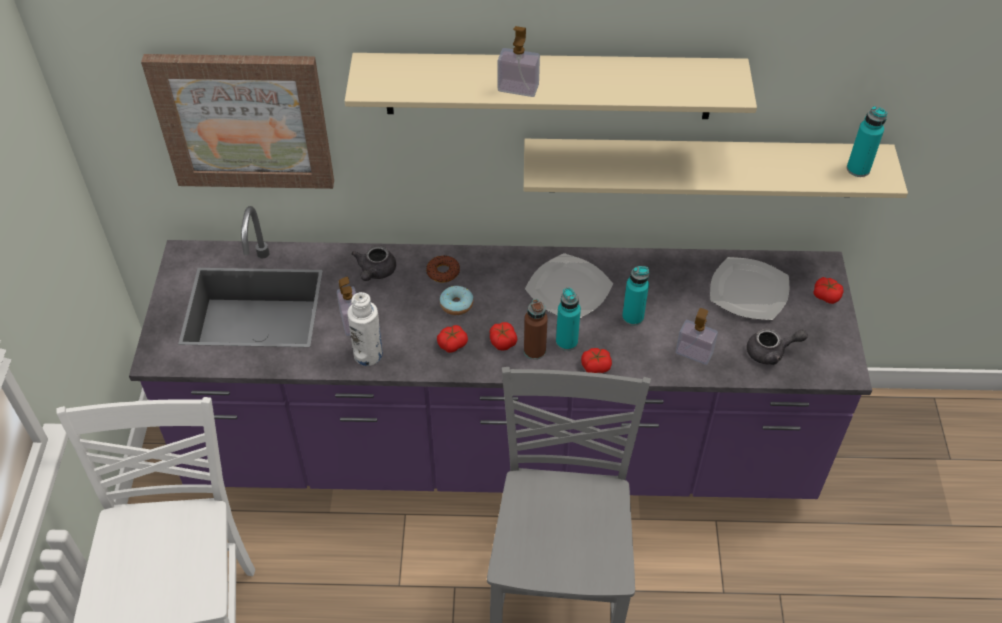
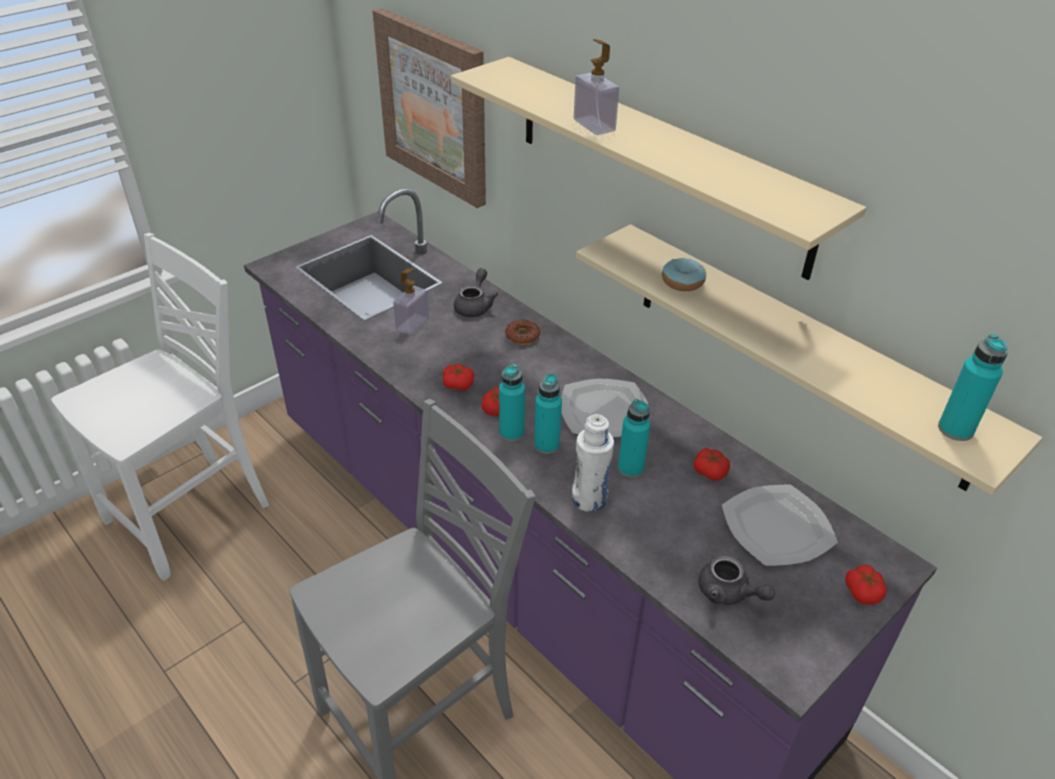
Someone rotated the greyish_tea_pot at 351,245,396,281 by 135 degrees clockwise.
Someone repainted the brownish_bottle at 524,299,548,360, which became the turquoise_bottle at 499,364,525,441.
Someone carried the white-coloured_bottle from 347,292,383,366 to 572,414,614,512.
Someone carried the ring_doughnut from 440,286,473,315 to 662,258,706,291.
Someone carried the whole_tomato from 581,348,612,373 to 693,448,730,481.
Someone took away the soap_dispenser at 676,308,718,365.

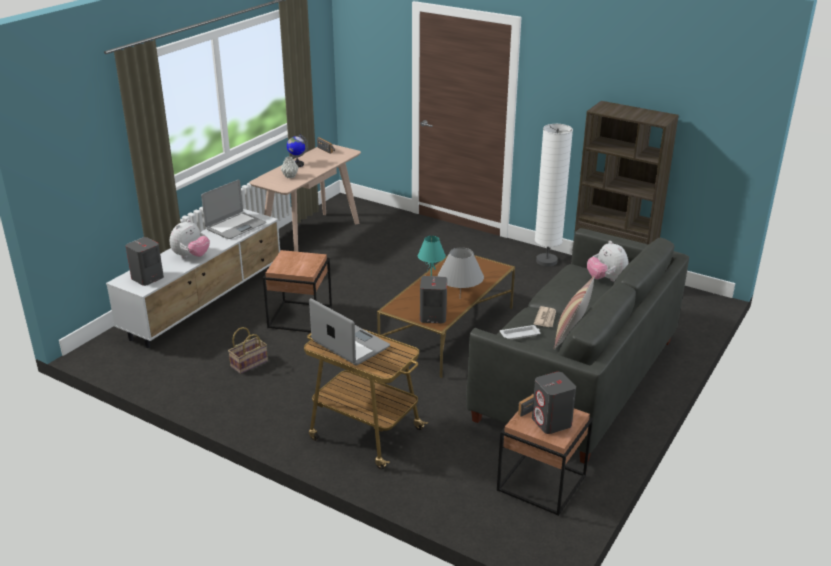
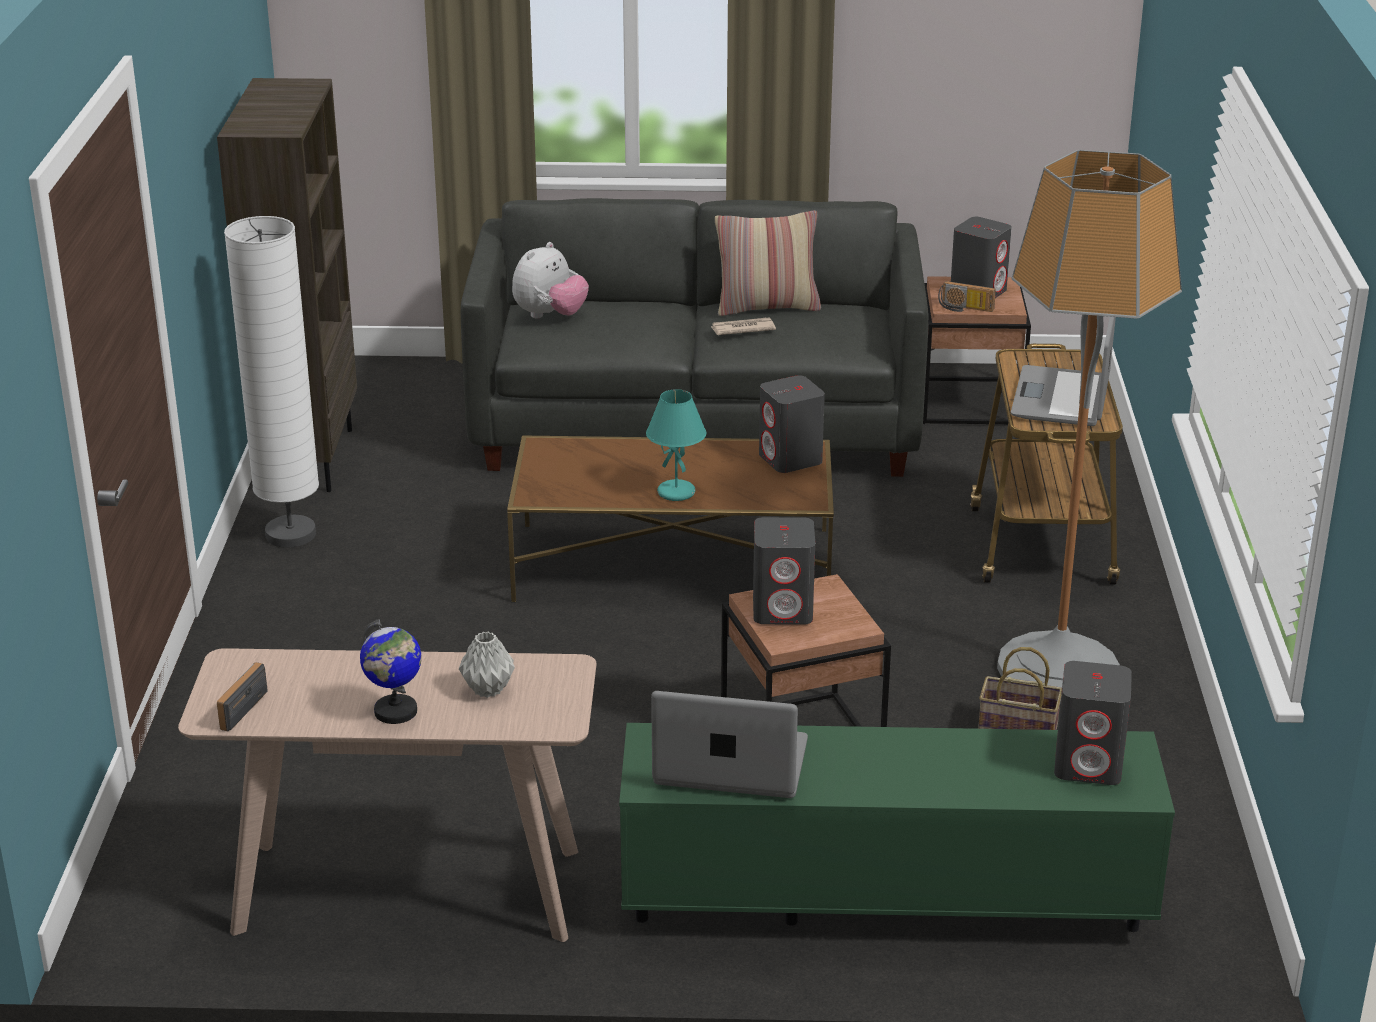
Someone repainted the white-coloured_tv_stand at 106,209,280,348, which became the green-coloured_tv_stand at 619,723,1175,932.
Someone put down the greyish_audio_speaker at 753,517,815,625.
Someone put down the standing_lamp at 997,150,1182,704.
Someone took away the cuddly_toy at 170,219,210,258.
Someone took away the greyish_lamp_for_a_table at 438,247,484,297.
Someone took away the white-coloured_carrying_tray at 500,325,540,340.

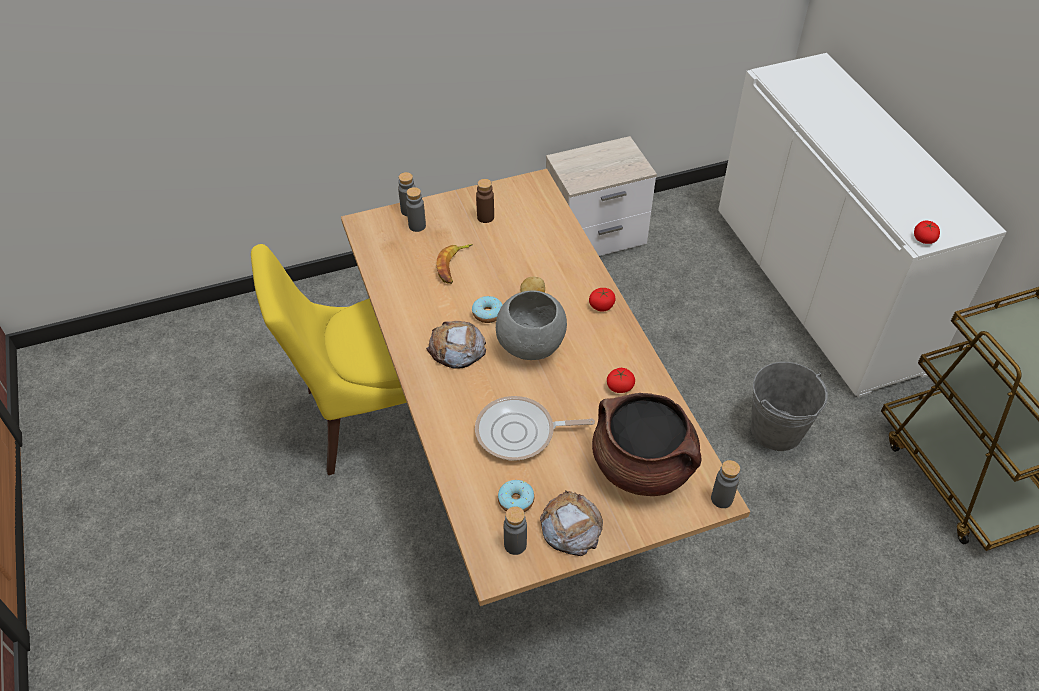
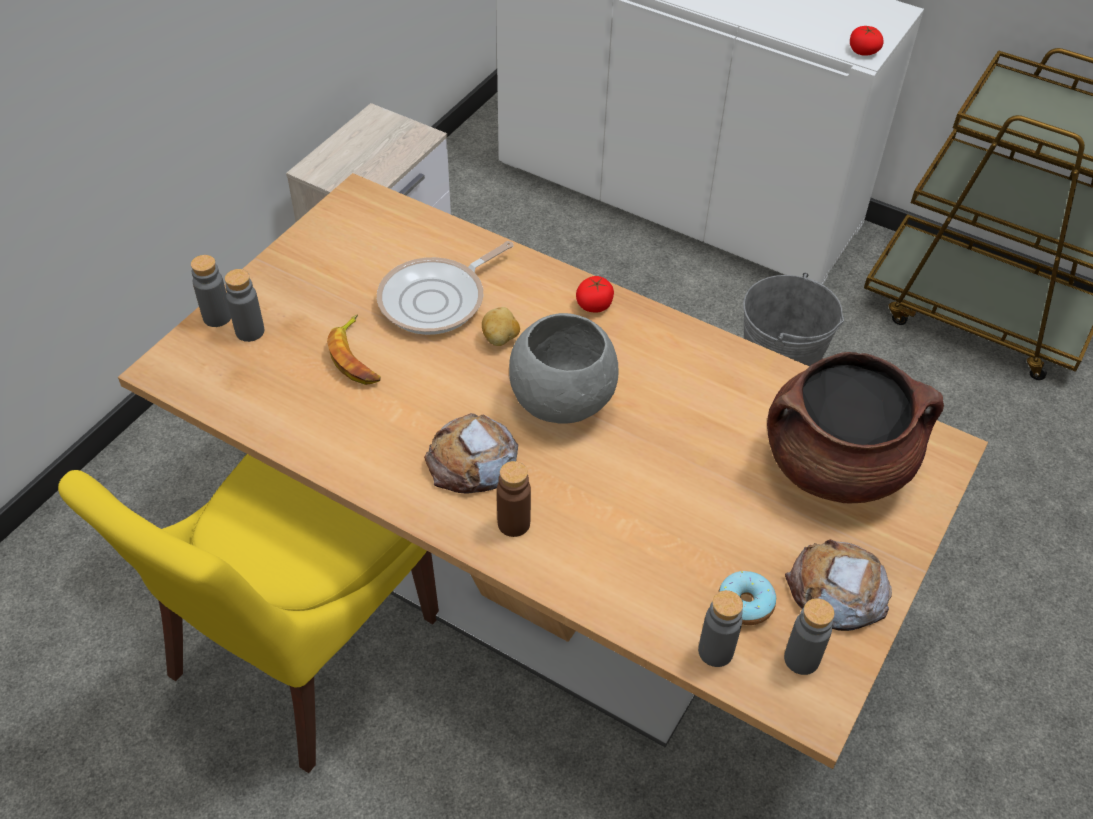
Someone carried the frying_pan from 475,396,595,461 to 377,241,513,335.
Someone carried the brownish_bottle from 476,179,494,223 to 497,461,531,537.
Someone carried the greyish_bottle from 711,460,740,508 to 698,590,743,667.
Someone took away the ring_doughnut at 472,296,503,323.
Someone took away the whole_tomato at 607,368,635,393.

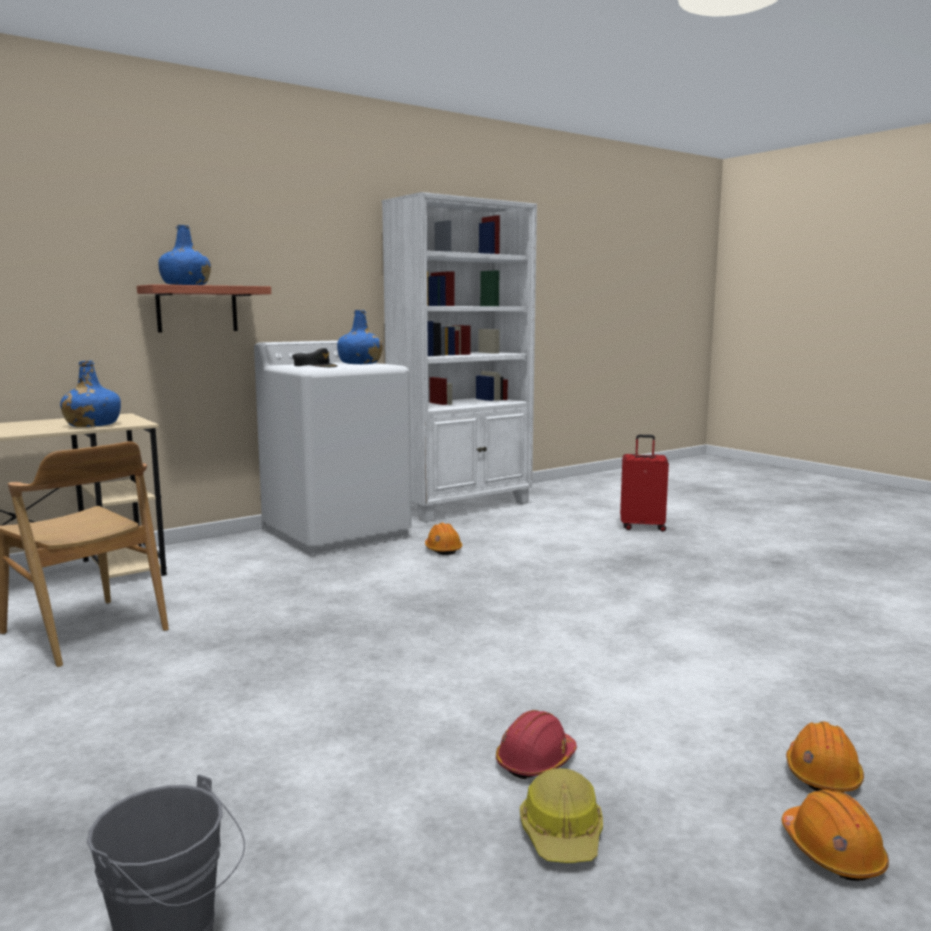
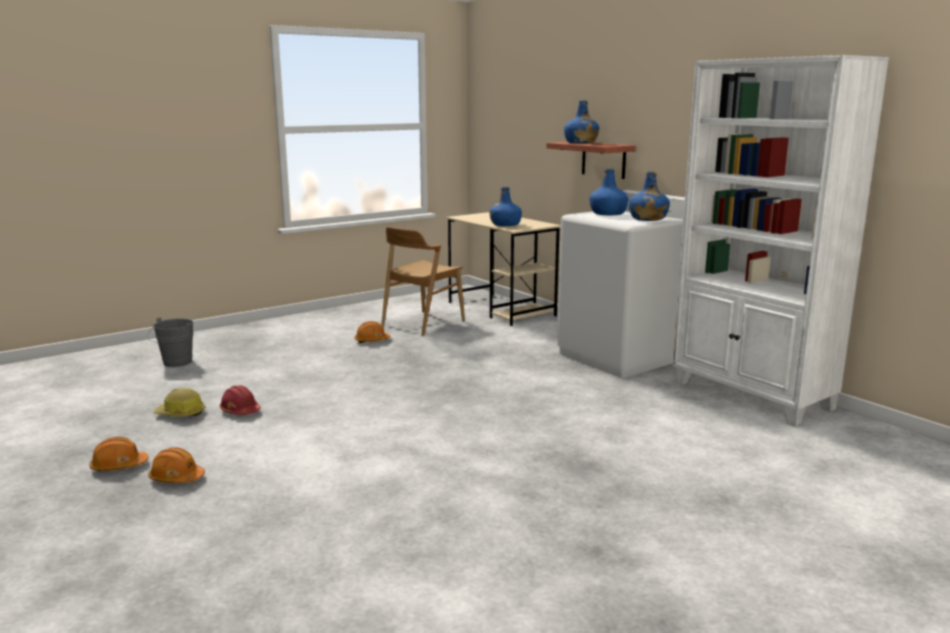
Someone carried the orangey_work_helmet from 425,523,462,555 to 355,321,391,343.
Someone swapped the black_peaked_cap at 292,348,338,367 for the bluish_bottle at 589,169,628,215.
Someone took away the reddish_suitcase at 620,435,669,532.

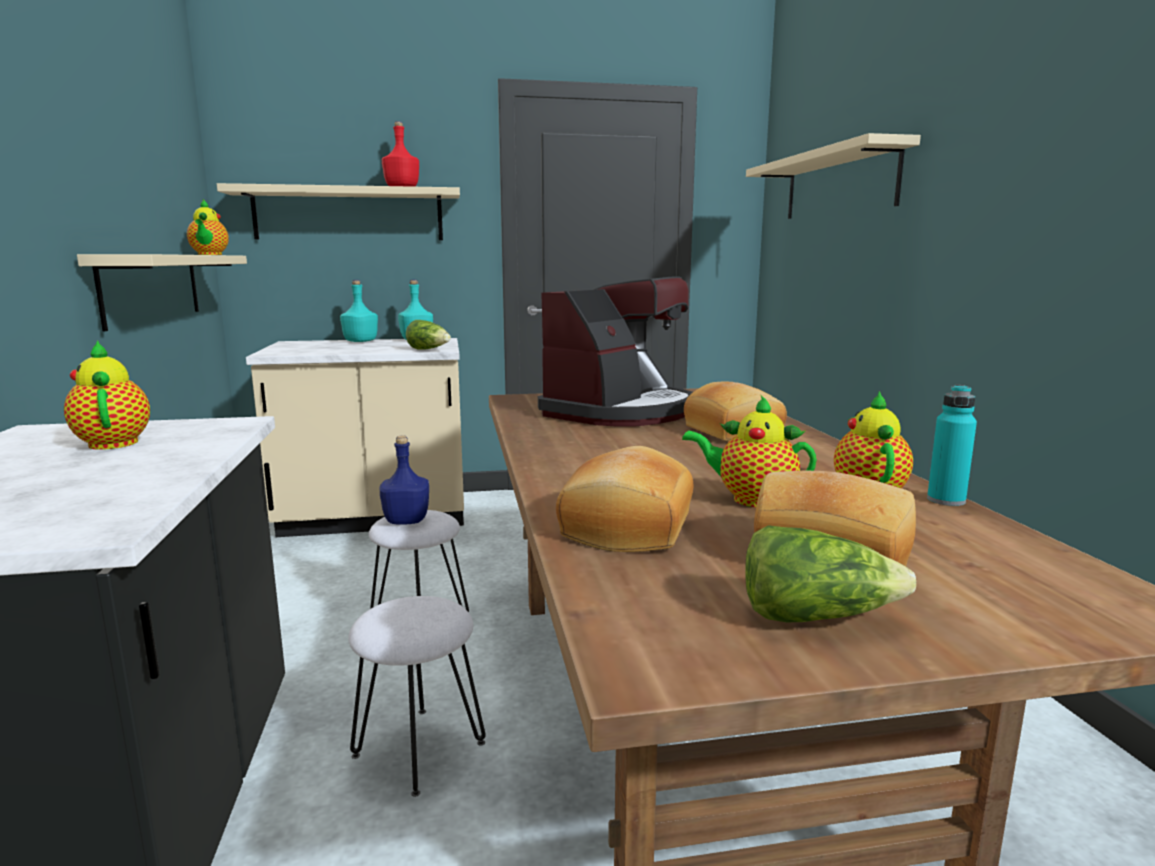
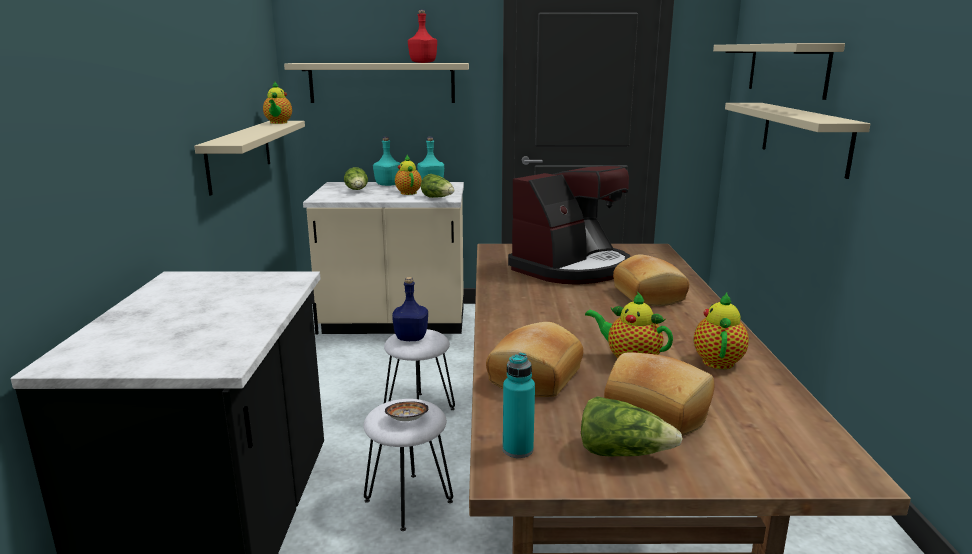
Someone put down the lettuce_head at 344,167,368,190.
Someone put down the deep_dish at 385,401,429,421.
Someone carried the tea_pot from 64,341,150,450 to 395,155,422,195.
Someone carried the turquoise_bottle from 927,385,977,506 to 503,353,535,458.
Someone put up the beige_shelf at 725,103,870,179.

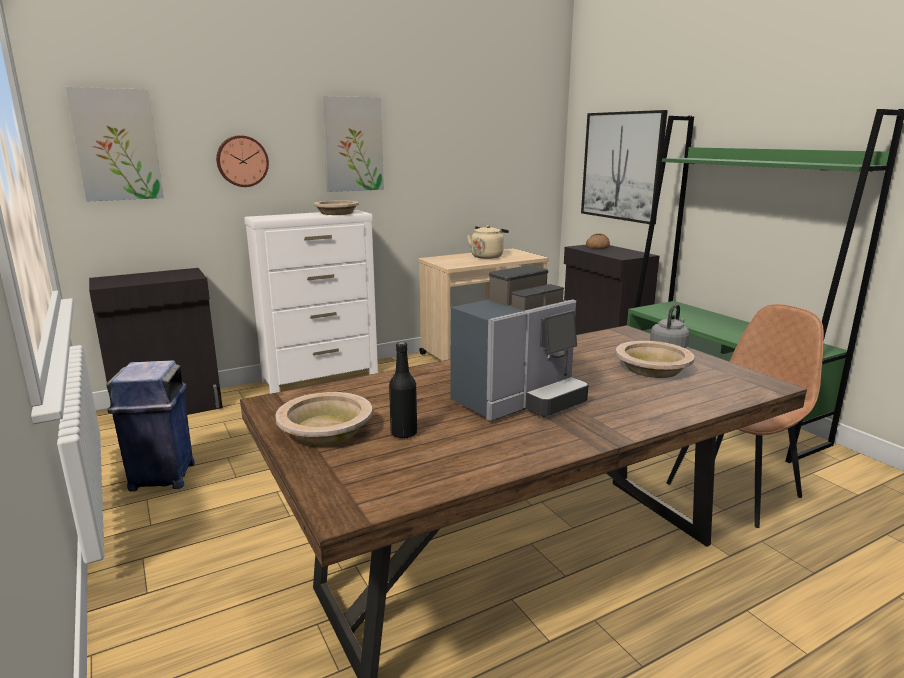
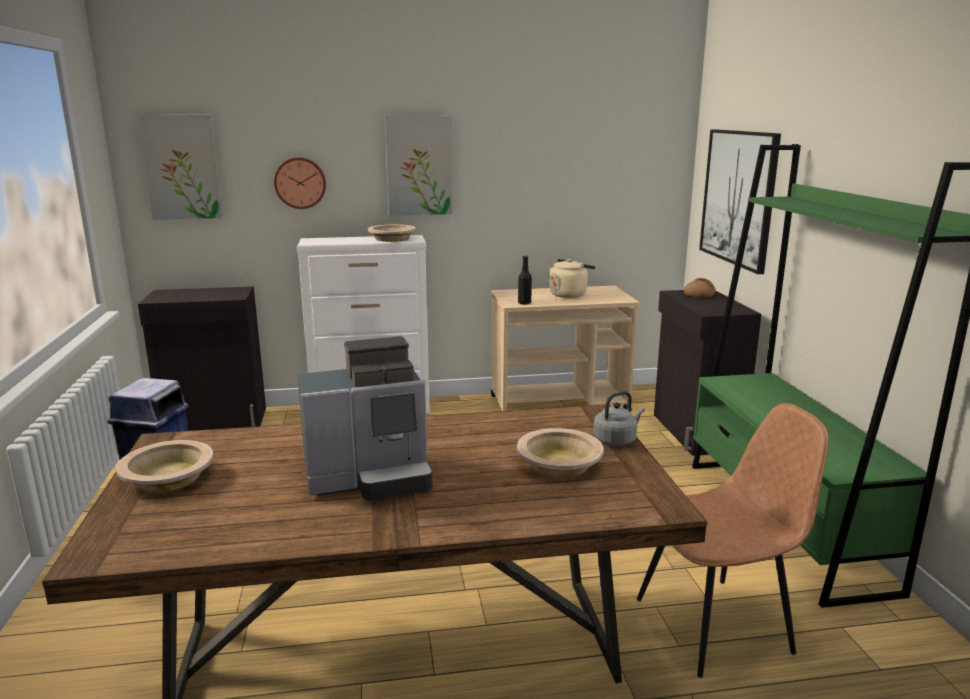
Someone carried the black_bottle from 389,342,417,438 to 518,256,532,304.

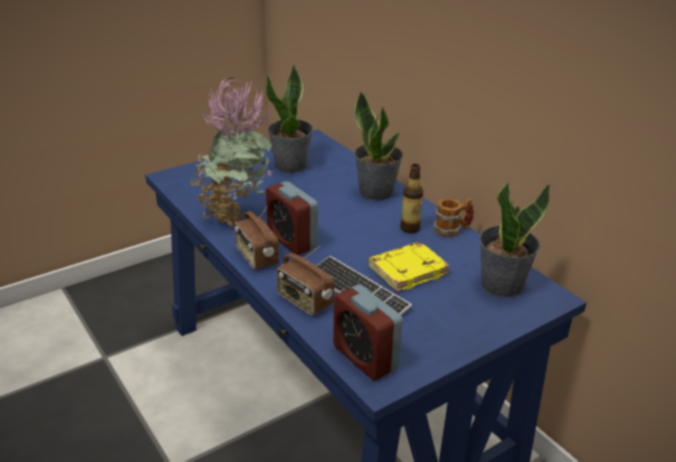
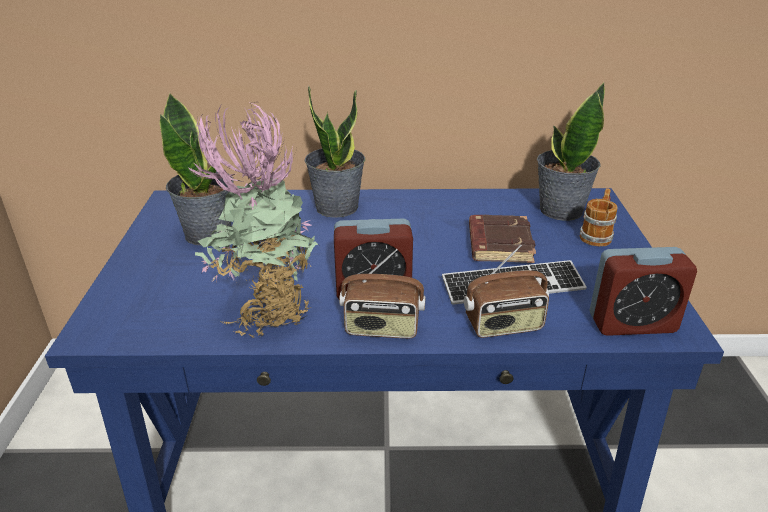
Someone repainted the yellow-coloured_bound_book at 369,242,450,292, which became the brownish_bound_book at 469,215,536,263.
Someone carried the tea_mug from 434,198,474,237 to 580,188,618,246.
Someone took away the bottle at 400,164,423,234.

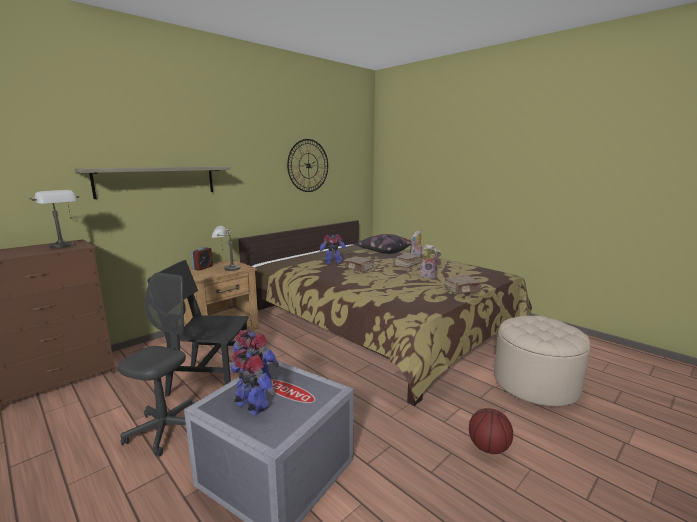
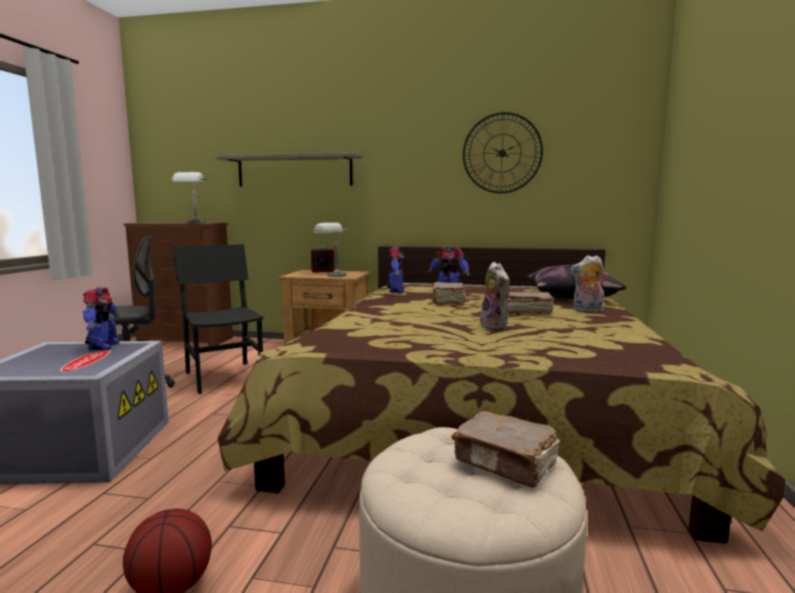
Someone carried the robot_figure from 231,349,275,416 to 387,247,405,293.
Someone carried the brownish_bound_book from 444,275,481,294 to 452,411,560,488.

